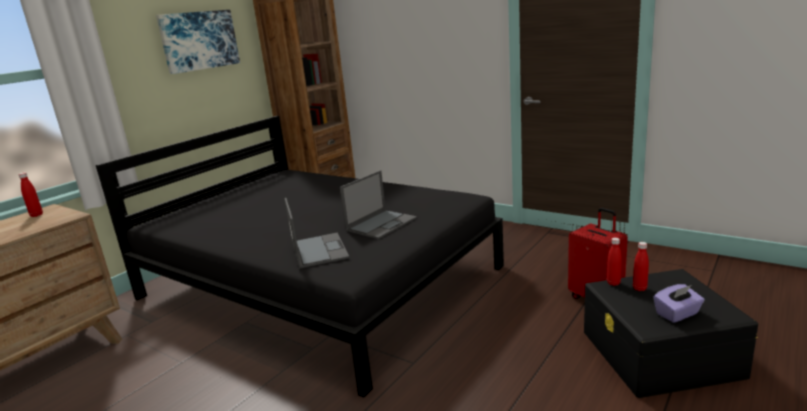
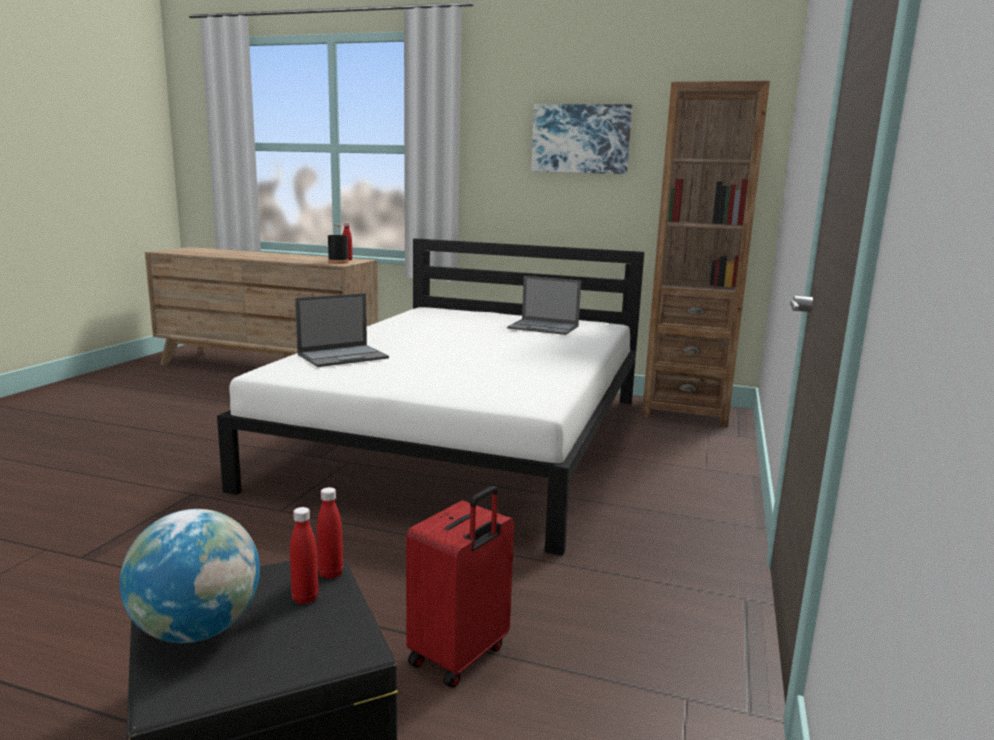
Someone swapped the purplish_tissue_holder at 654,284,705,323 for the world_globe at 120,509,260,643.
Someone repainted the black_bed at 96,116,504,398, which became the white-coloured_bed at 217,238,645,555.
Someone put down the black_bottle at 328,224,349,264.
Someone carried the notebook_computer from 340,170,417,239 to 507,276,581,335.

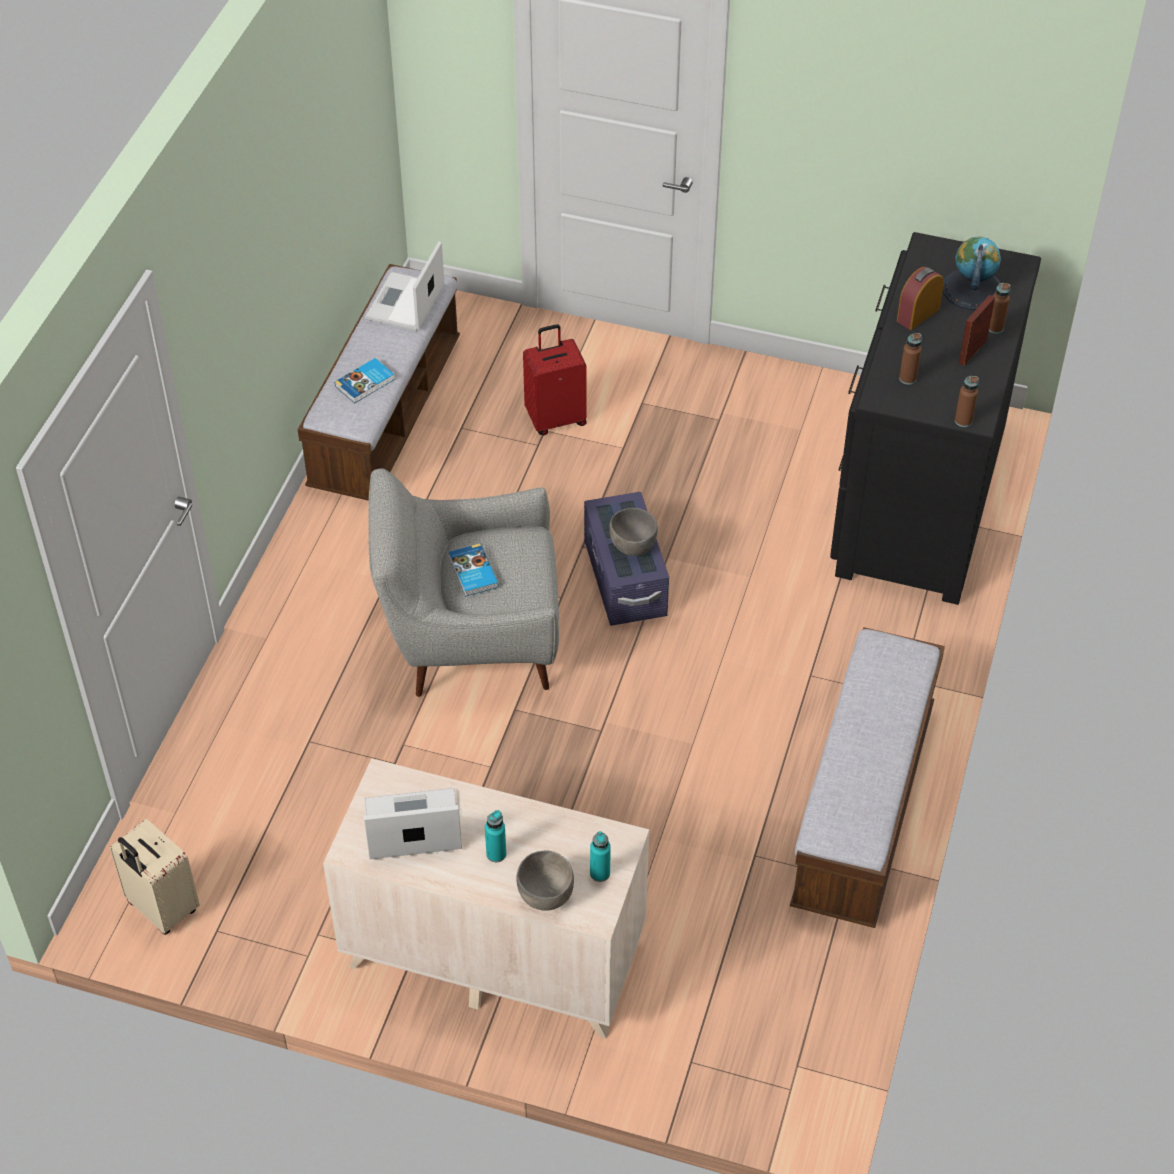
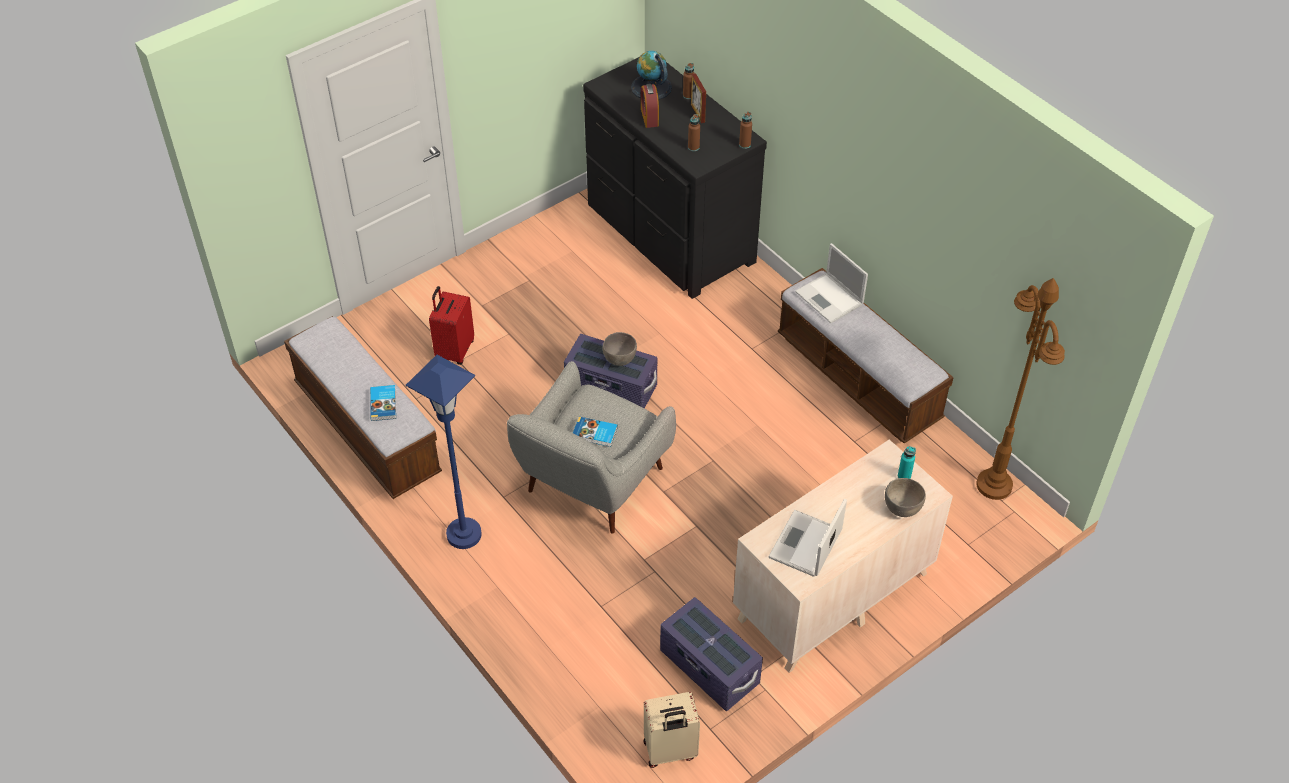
Someone put down the bluish_standing_lamp at 406,355,482,549.
Someone put down the purplish_storage_bin at 660,597,763,711.
Someone carried the notebook_computer from 365,241,444,331 to 795,243,868,323.
Someone put down the brownish_standing_lamp at 976,278,1065,500.
Someone took away the turquoise_bottle at 485,810,506,862.

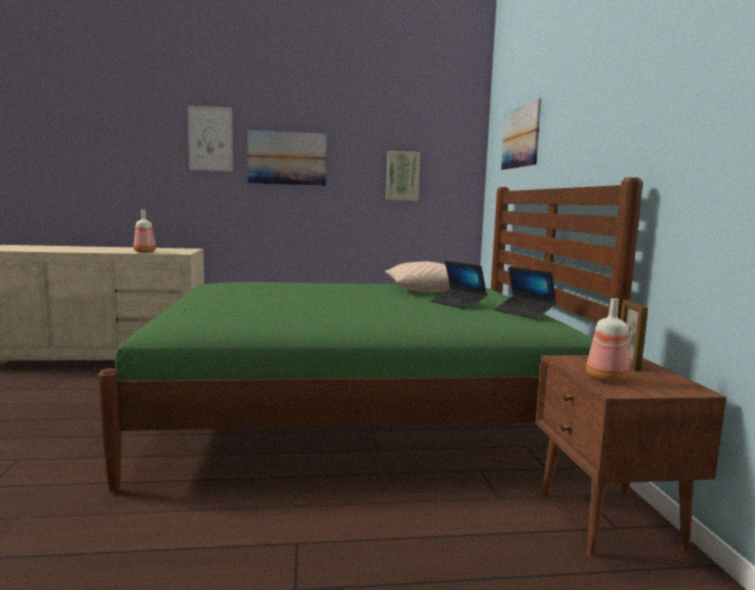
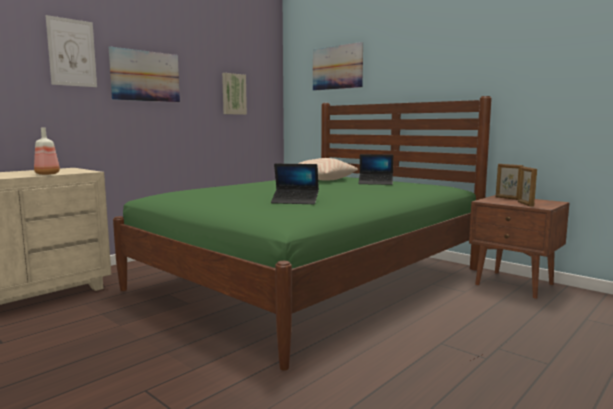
Someone carried the notebook_computer from 494,267,556,319 to 271,164,319,204.
Someone swapped the bottle at 586,298,629,382 for the picture_frame at 518,166,537,207.

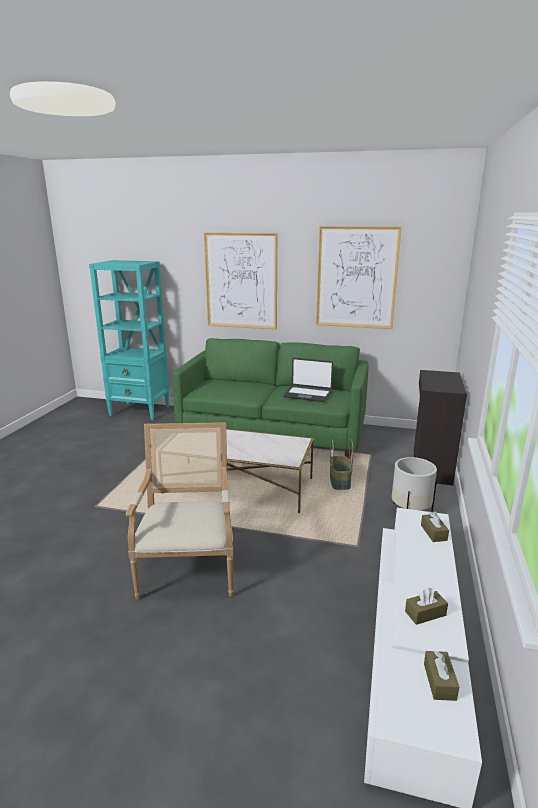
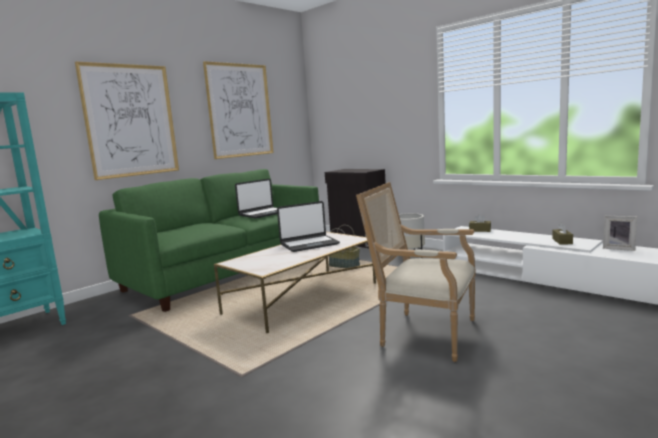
Someone put down the notebook_computer at 277,201,340,252.
Someone swapped the brownish_tissue_holder at 424,651,459,701 for the picture_frame at 603,215,637,251.

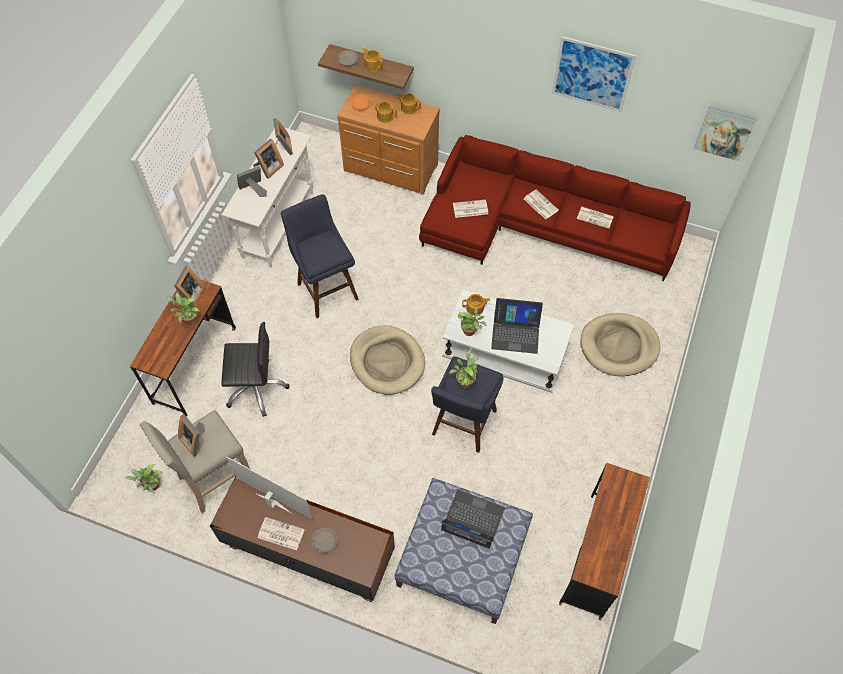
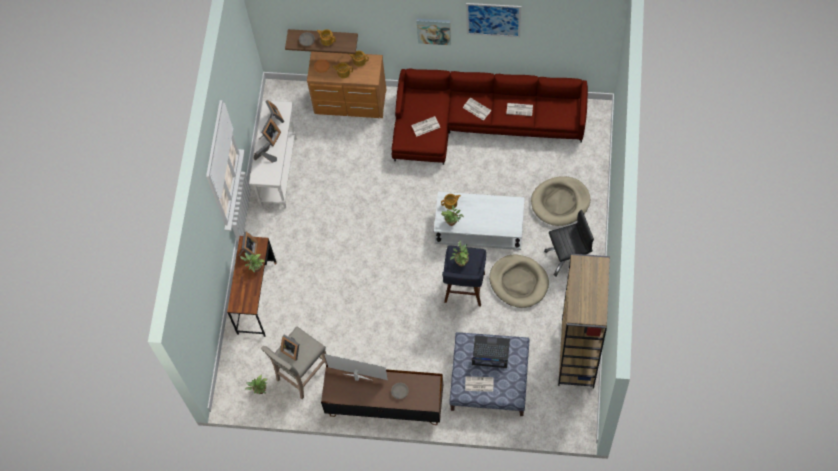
Someone carried the picture from 694,106,757,161 to 416,18,451,45.
Someone carried the newspaper from 258,517,305,550 to 465,376,494,392.
Someone carried the beige_pet_bed from 350,325,425,395 to 489,254,549,308.
Someone carried the black_office_chair from 221,322,289,417 to 544,210,594,276.
Someone swapped the brownish_desk_table at 559,463,650,620 for the brownish_bookcase at 558,254,610,389.
Someone took away the bluish_stool at 281,194,359,318.
Someone took away the notebook_computer at 491,298,543,354.

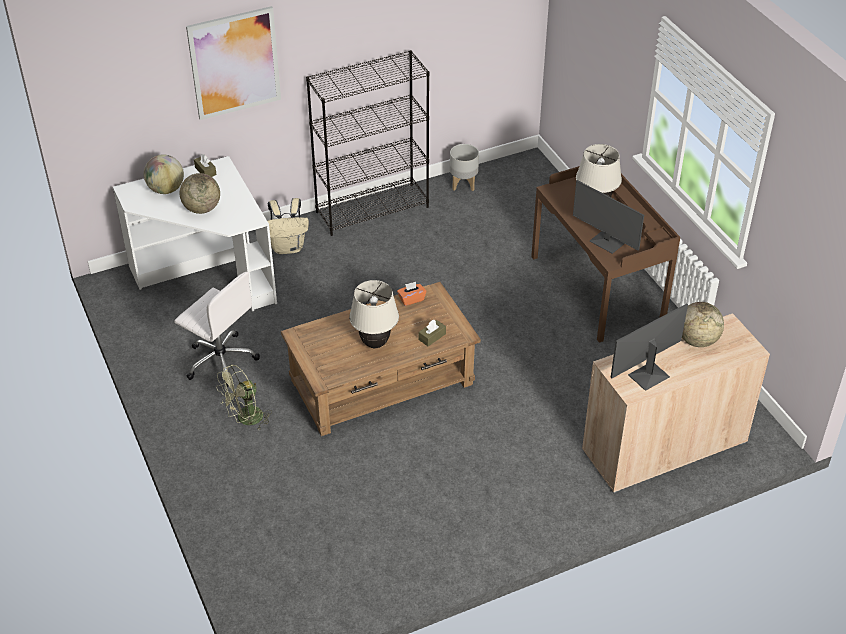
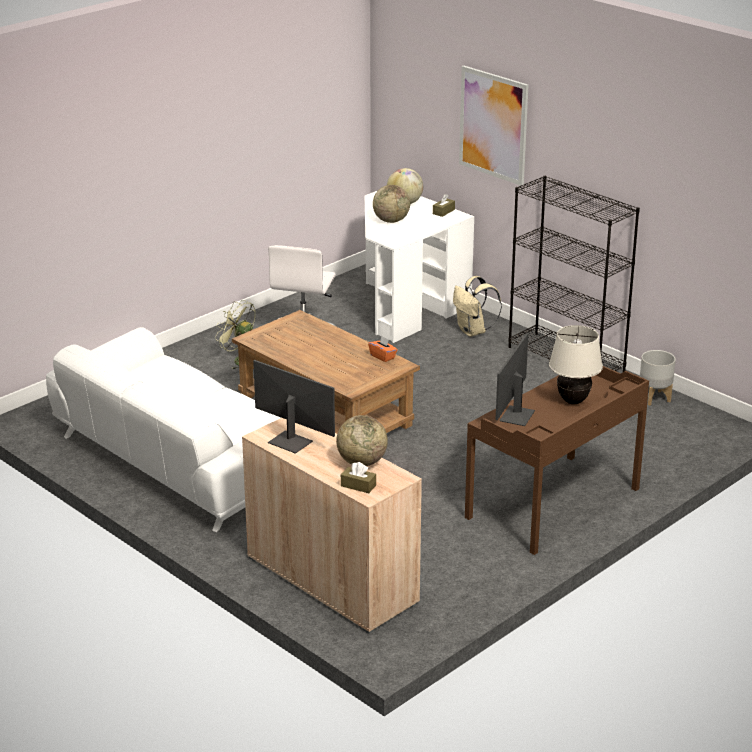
Someone put down the white-coloured_settee at 46,327,281,532.
Someone carried the brownish_tissue_holder from 419,320,446,346 to 341,462,376,493.
Someone took away the beige_lamp_for_a_table at 349,280,399,348.

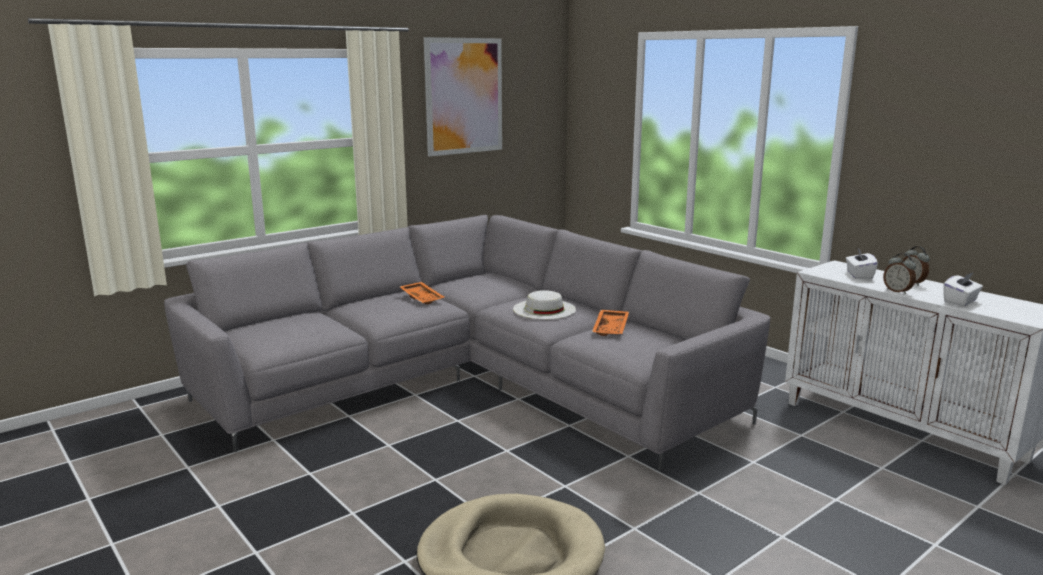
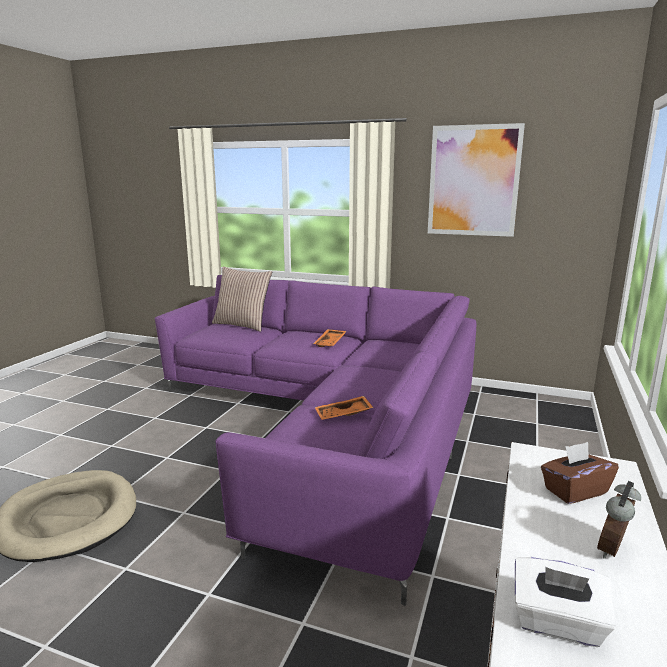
Someone repainted the greyish_settee at 164,215,770,470, which became the purplish_settee at 155,275,476,606.
Someone put down the pillow at 212,266,272,332.
Someone repainted the white-coloured_tissue_holder at 846,248,878,279, which became the brownish_tissue_holder at 541,442,619,504.
Someone took away the white-coloured_hat at 513,290,576,319.
Someone took away the bedside_clock at 883,253,916,294.

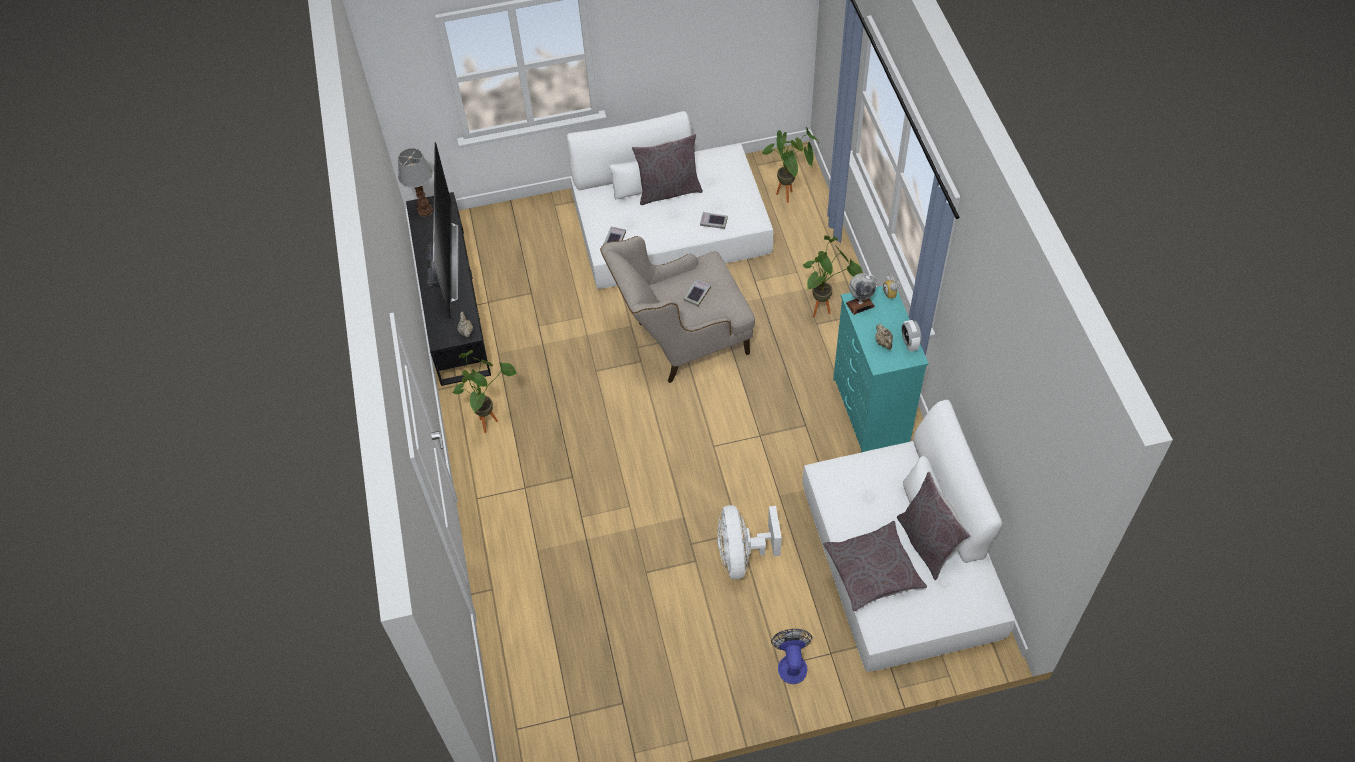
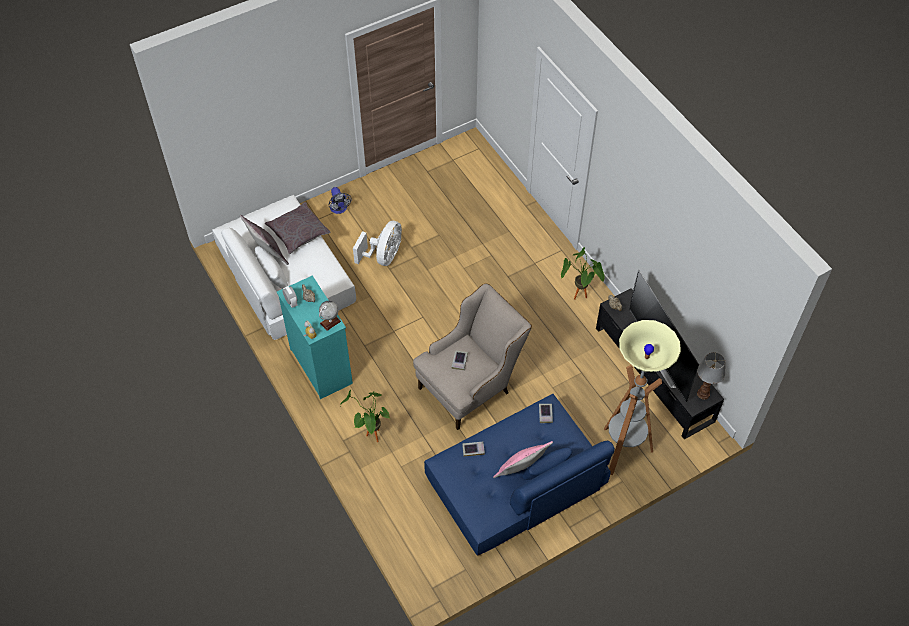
Someone rotated the white-coloured_cooling_fan at 717,505,782,579 by 45 degrees clockwise.
Someone repainted the white-coloured_settee at 567,111,773,289, which became the bluish_settee at 424,394,615,556.
Someone repainted the greyish_pillow at 632,134,703,205, which became the pink_pillow at 493,441,553,478.
Someone put down the standing_lamp at 604,320,681,475.
Someone took away the potted_plant at 762,127,819,203.

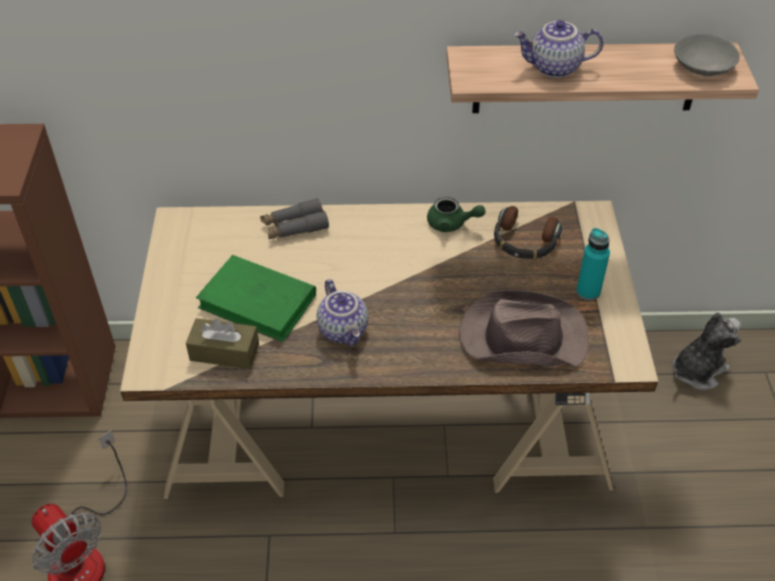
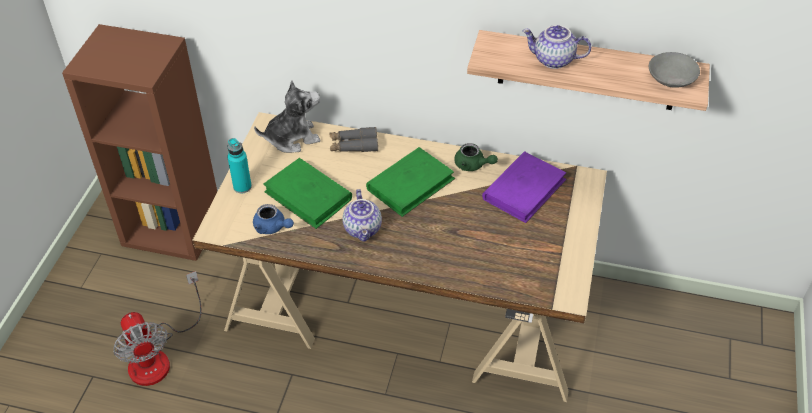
Someone carried the turquoise_bottle from 576,228,610,300 to 227,138,252,193.
Someone swapped the brownish_tissue_holder at 186,318,259,369 for the bluish_tea_pot at 253,204,294,234.
Someone carried the cuddly_toy from 672,312,741,390 to 254,80,321,153.
Someone put down the green-coloured_bound_book at 366,147,455,217.
Someone swapped the headphones at 494,206,562,259 for the purplish_bound_book at 482,151,566,223.
Someone took away the brownish_hat at 459,290,589,368.

